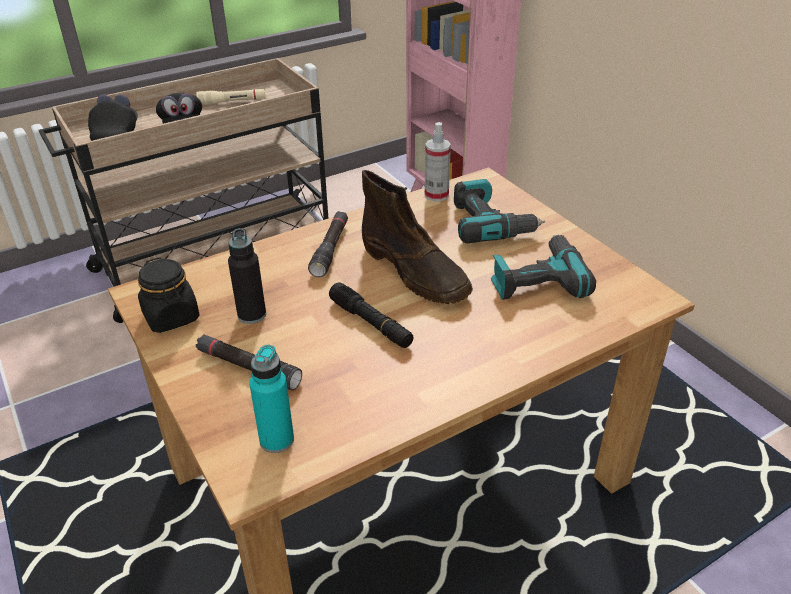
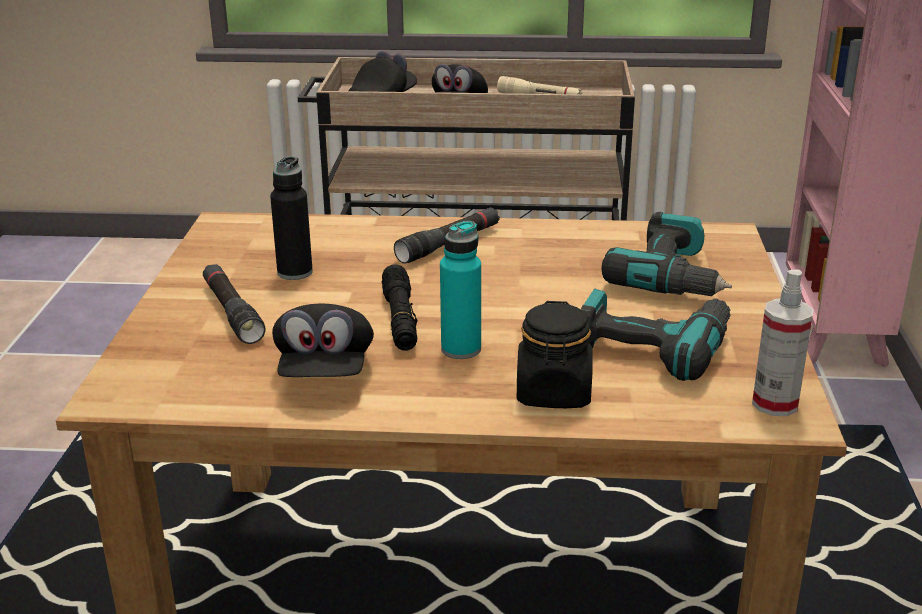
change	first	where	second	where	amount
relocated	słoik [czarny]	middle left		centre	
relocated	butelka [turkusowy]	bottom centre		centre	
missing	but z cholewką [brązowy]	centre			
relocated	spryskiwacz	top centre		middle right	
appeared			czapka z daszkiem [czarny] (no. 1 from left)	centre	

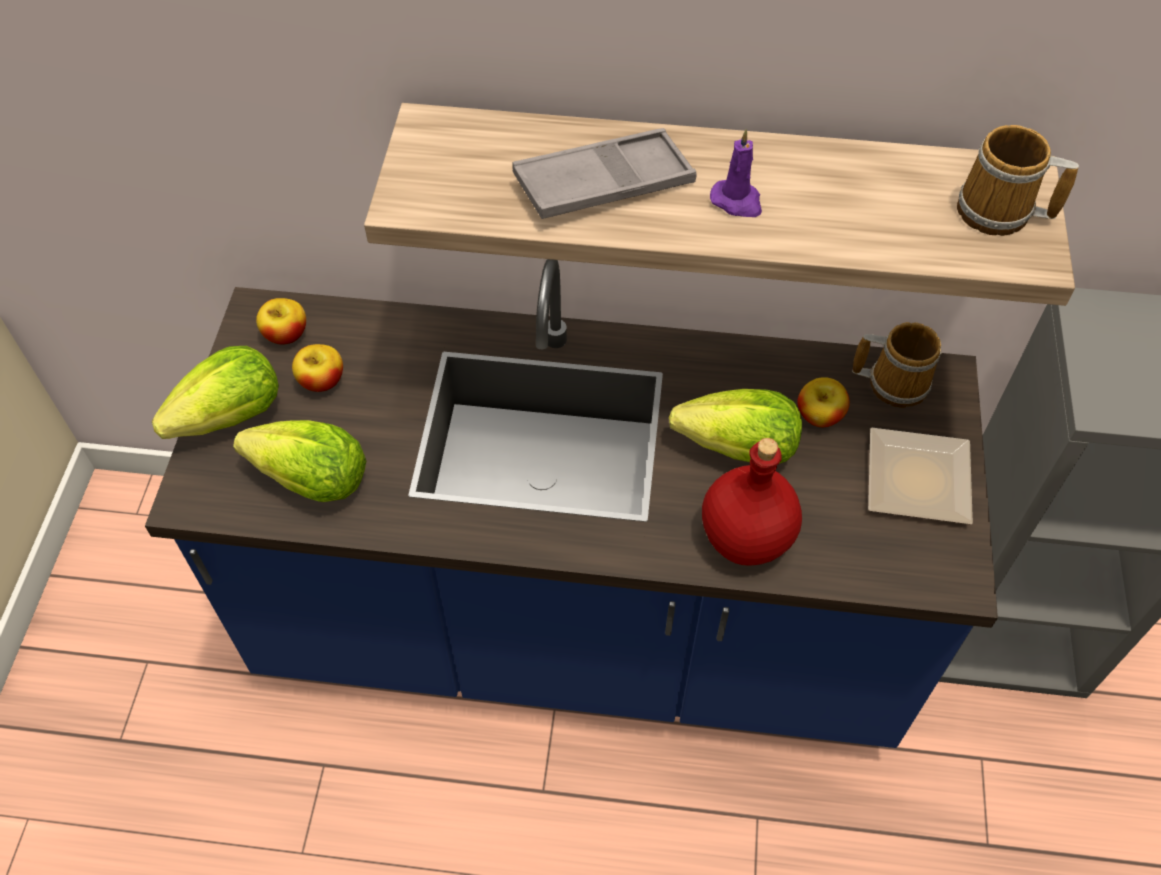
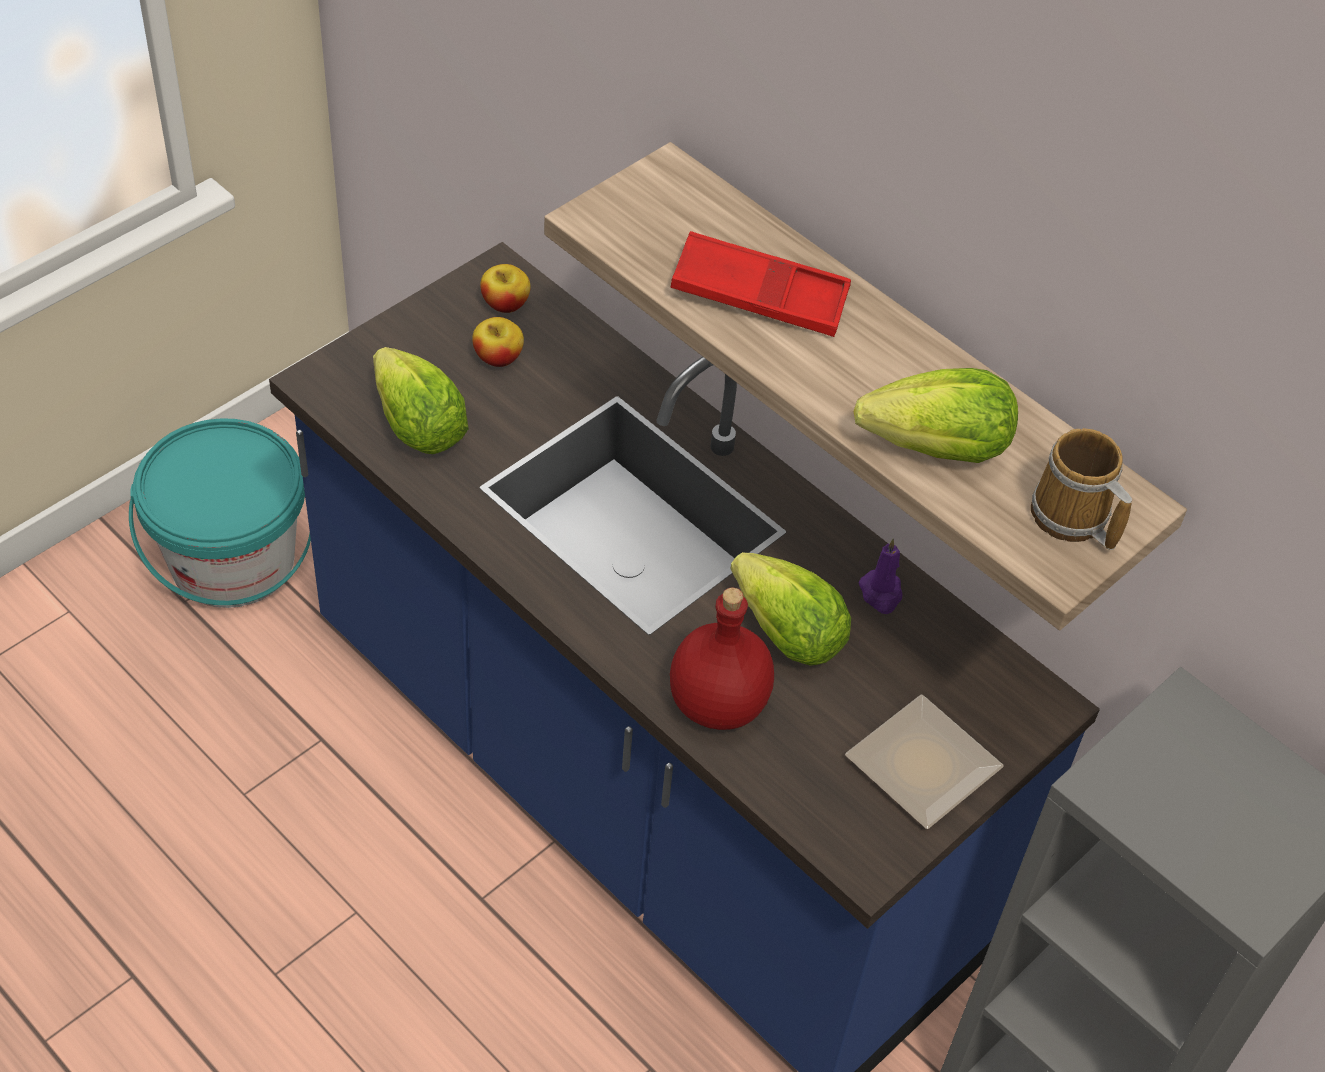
change	first	where	second	where	amount
relocated	sałata (no. 1 from left in the first image)	middle left	sałata (no. 3 from left)	middle right	
colour	taca [szary]	top centre	taca [czerwony]	top centre	
relocated	świeca [fioletowy]	top centre		centre	
missing	jabłko (no. 3 from left)	middle right			
missing	kubek (no. 1 from left)	middle right			
appeared			wiadro [turkusowy]	middle left	

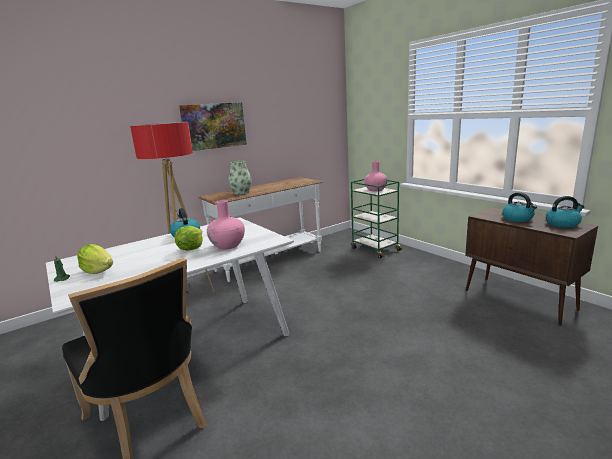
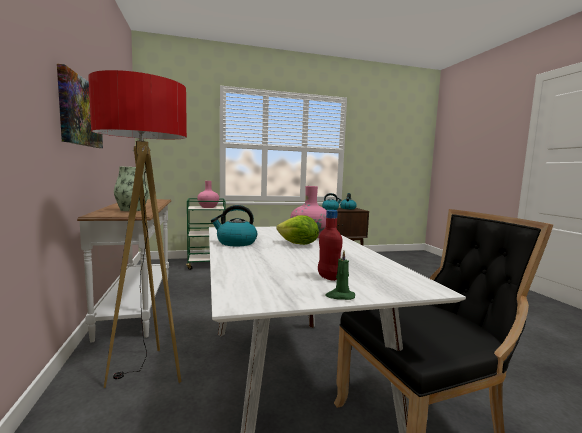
change	first	where	second	where	amount
exchanged	sałata (no. 1 from left)	middle left	butelka [czerwony]	centre	

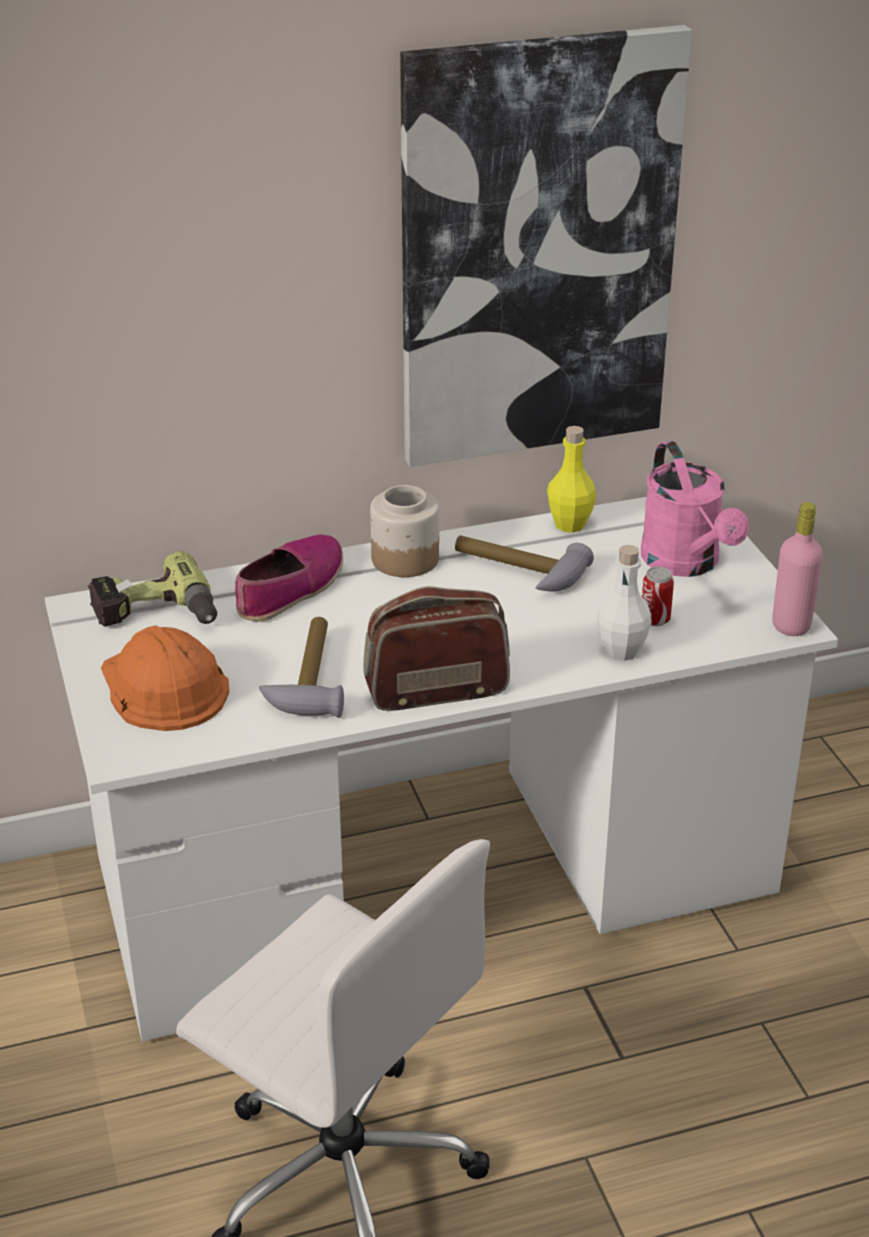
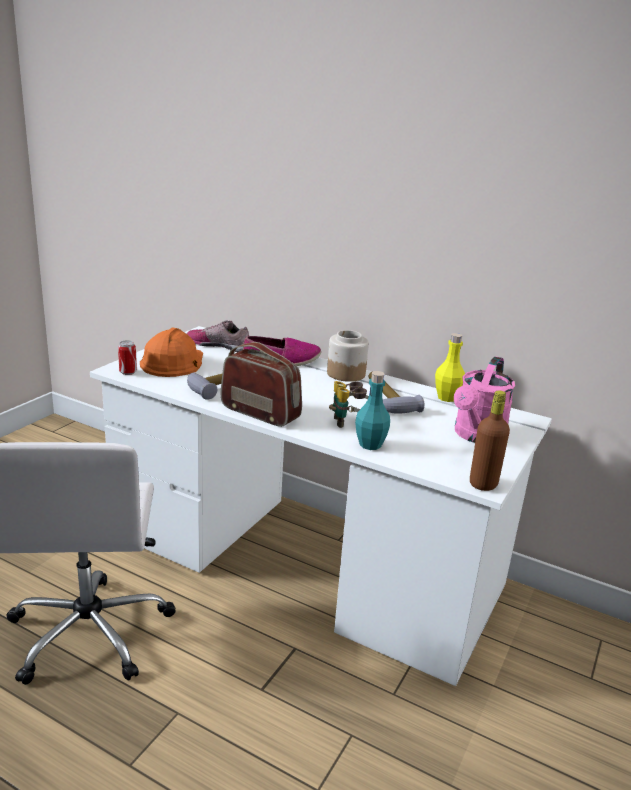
change	first	where	second	where	amount
exchanged	wiertarka	middle left	but (no. 1 from left)	centre	
missing	obraz	top centre			
colour	butelka [biały]	middle right	butelka [turkusowy]	centre	
relocated	puszka	middle right		middle left	
colour	butelka [różowy]	middle right	butelka [brązowy]	middle right	
appeared			lornetka	centre	

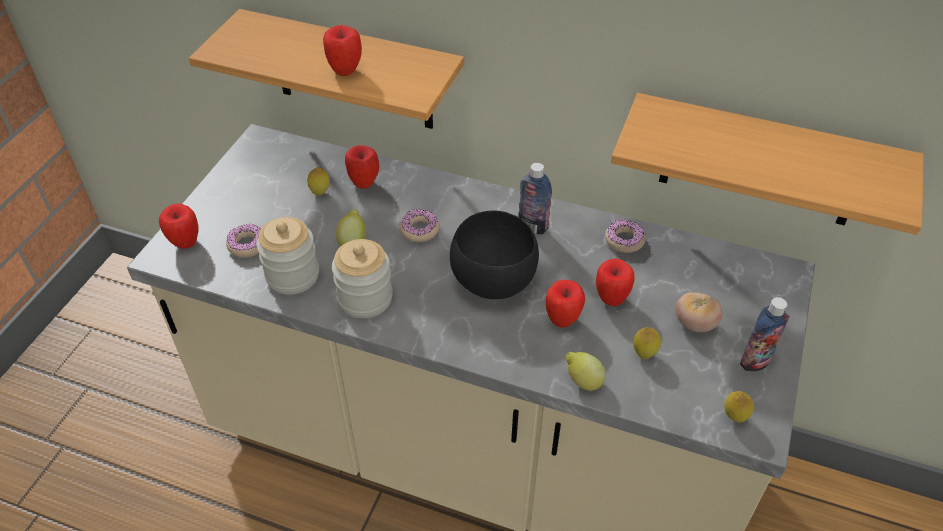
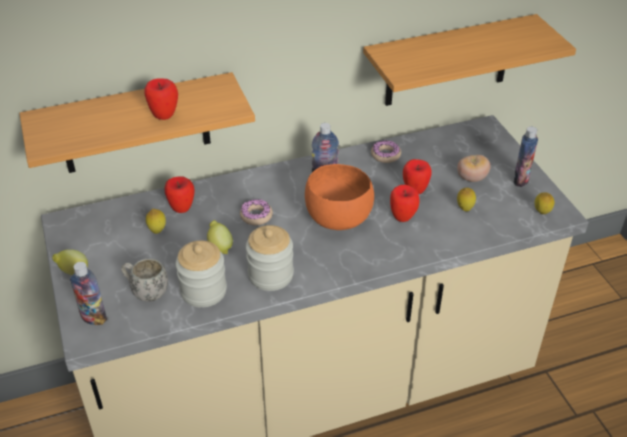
change	first	where	second	where	amount
exchanged	jabłko (no. 1 from left)	middle left	butelka (no. 1 from left)	bottom left	
exchanged	donut (no. 1 from left)	middle left	kubek [biały]	middle left	
colour	miska [czarny]	centre	miska [pomarańczowy]	centre	
relocated	cytryna (no. 3 from left in the first image)	bottom centre	cytryna (no. 1 from left)	middle left	

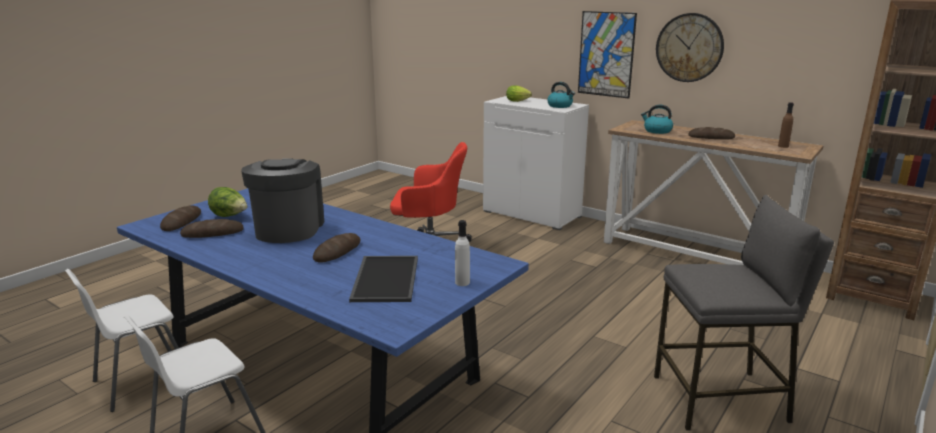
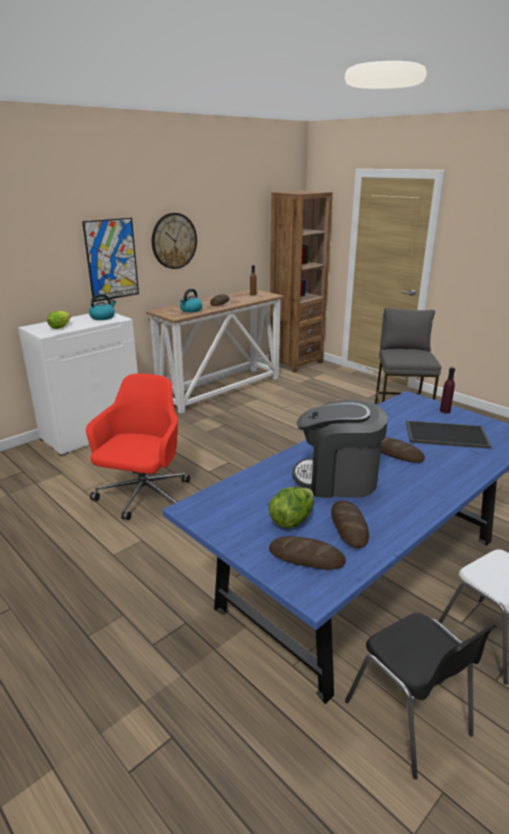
change	first	where	second	where	amount
colour	krzesło [biały] (no. 1 from left)	bottom left	krzesło [czarny]	bottom right	
colour	butelka [biały]	centre	butelka [fioletowy]	middle right	

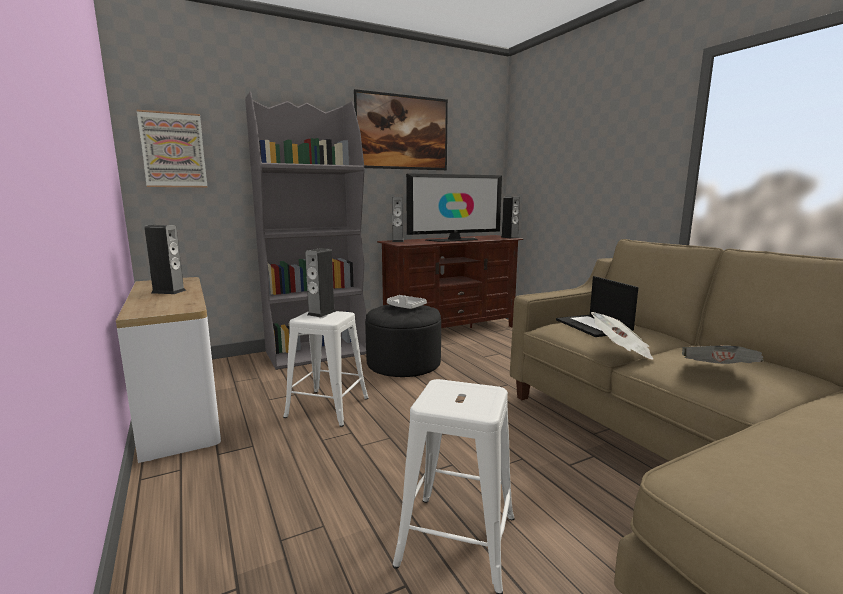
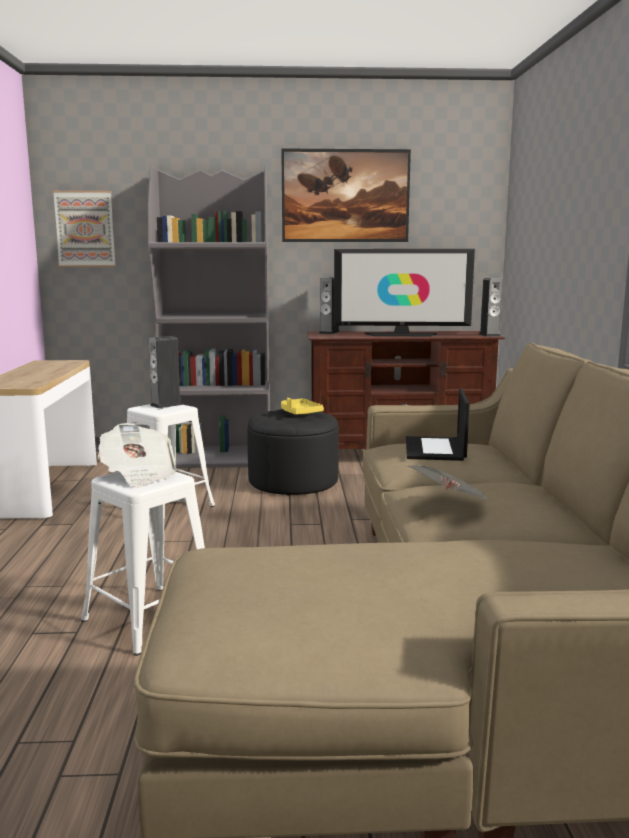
change	first	where	second	where	amount
missing	głośnik (no. 1 from left)	middle left			
colour	taca [szary]	centre	taca [żółty]	centre	
relocated	gazeta (no. 1 from left)	middle right		middle left	

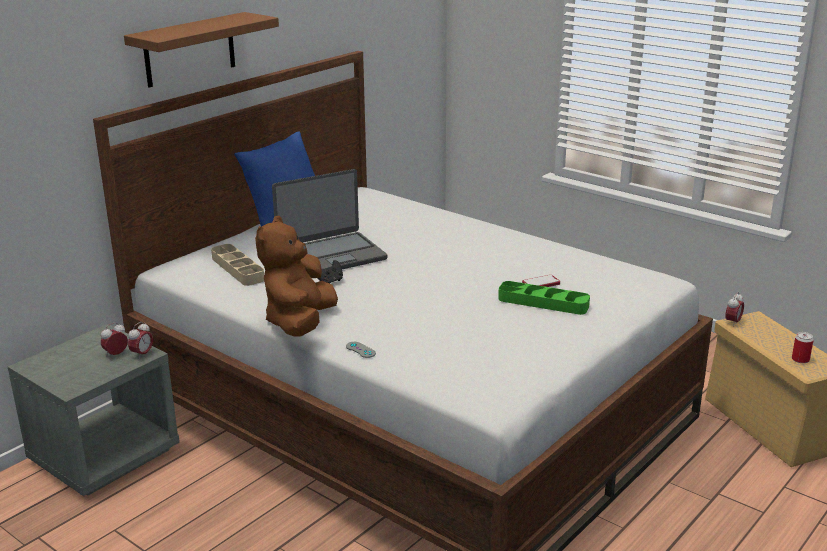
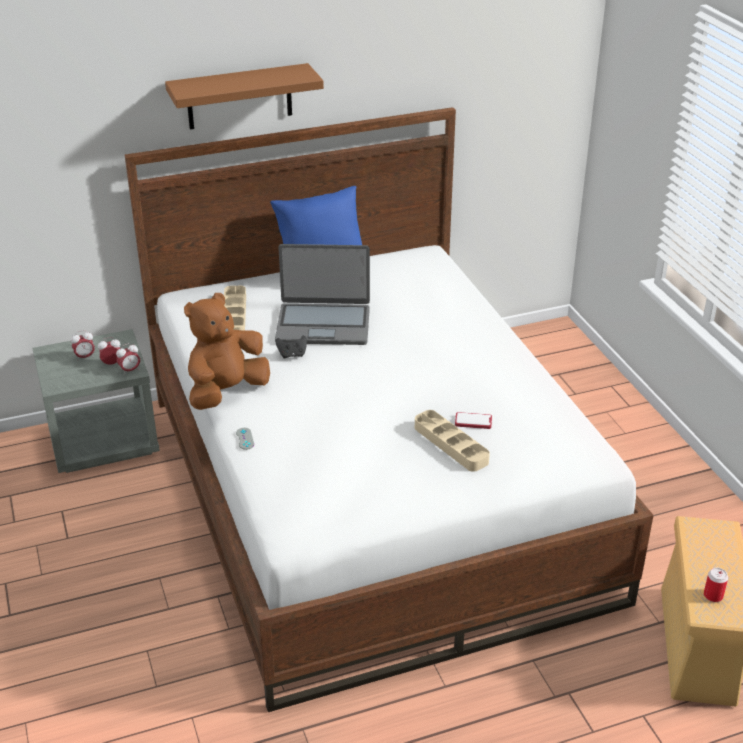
change	first	where	second	where	amount
colour	taca [zielony]	centre	taca [beżowy] (no. 2 from left)	centre	
relocated	budzik (no. 3 from left in the first image)	middle right	budzik (no. 1 from left)	middle left	

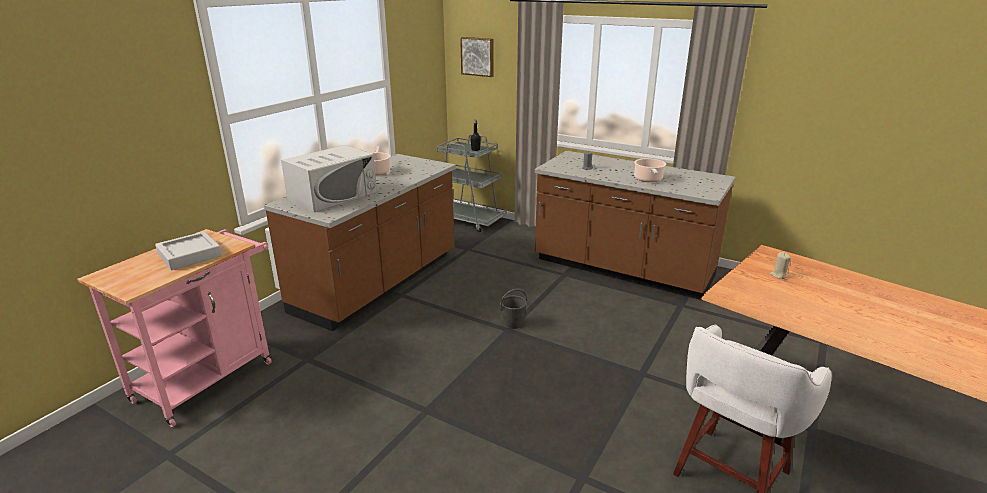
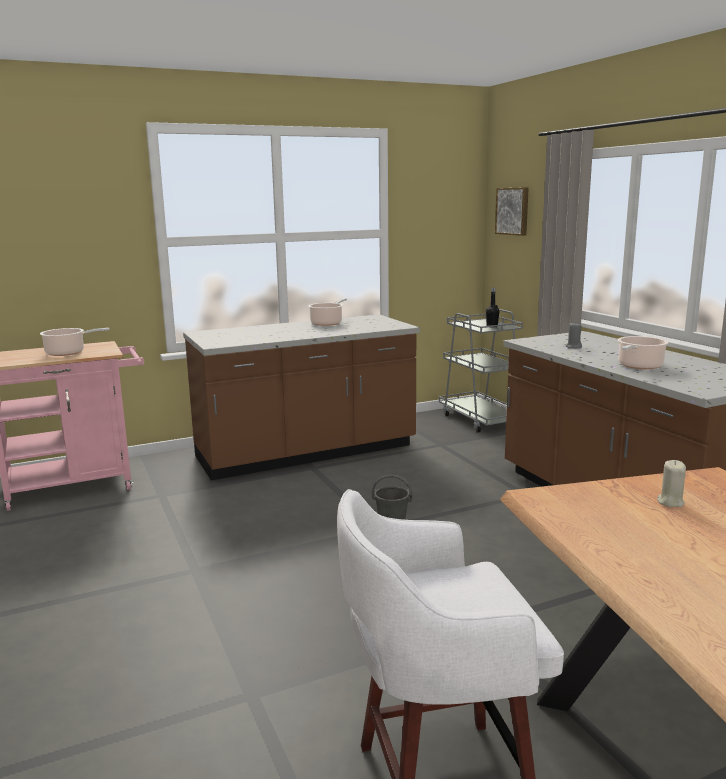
change	first	where	second	where	amount
exchanged	taca [szary]	middle left	garnek (no. 1 from left)	middle left	
missing	mikrofalówka [biały]	centre			

